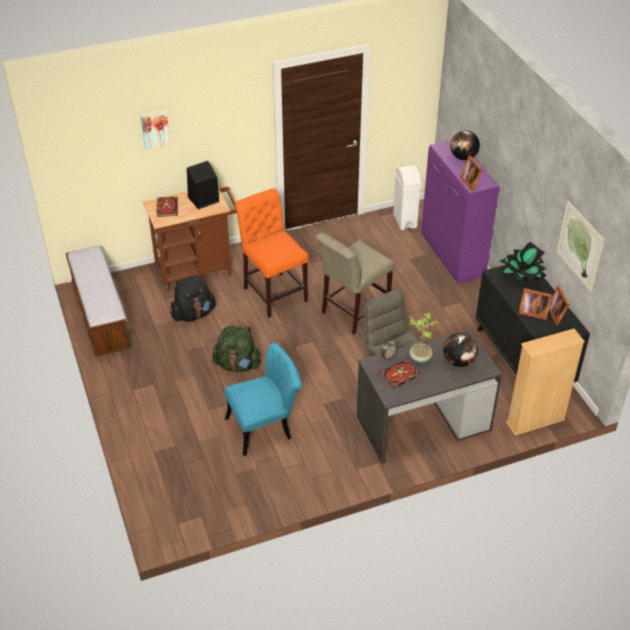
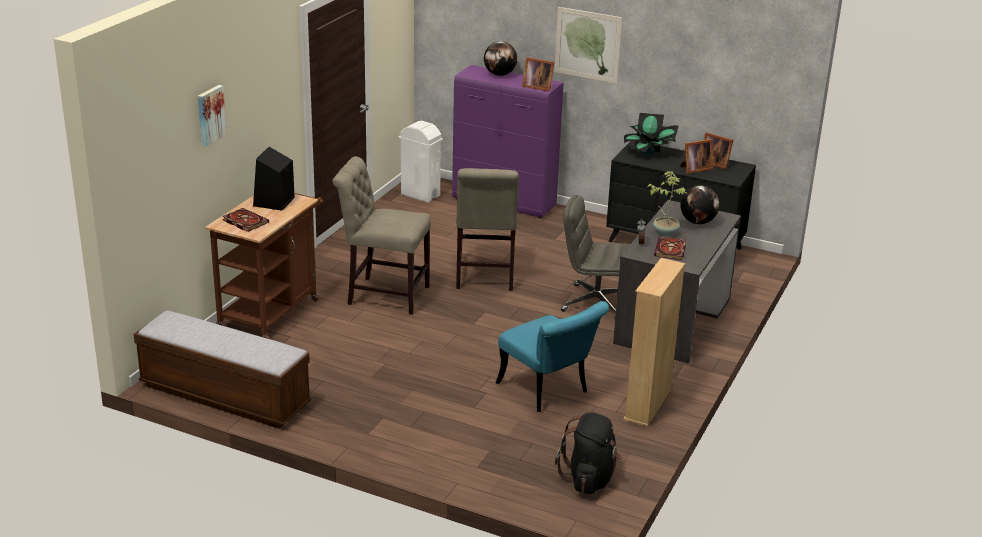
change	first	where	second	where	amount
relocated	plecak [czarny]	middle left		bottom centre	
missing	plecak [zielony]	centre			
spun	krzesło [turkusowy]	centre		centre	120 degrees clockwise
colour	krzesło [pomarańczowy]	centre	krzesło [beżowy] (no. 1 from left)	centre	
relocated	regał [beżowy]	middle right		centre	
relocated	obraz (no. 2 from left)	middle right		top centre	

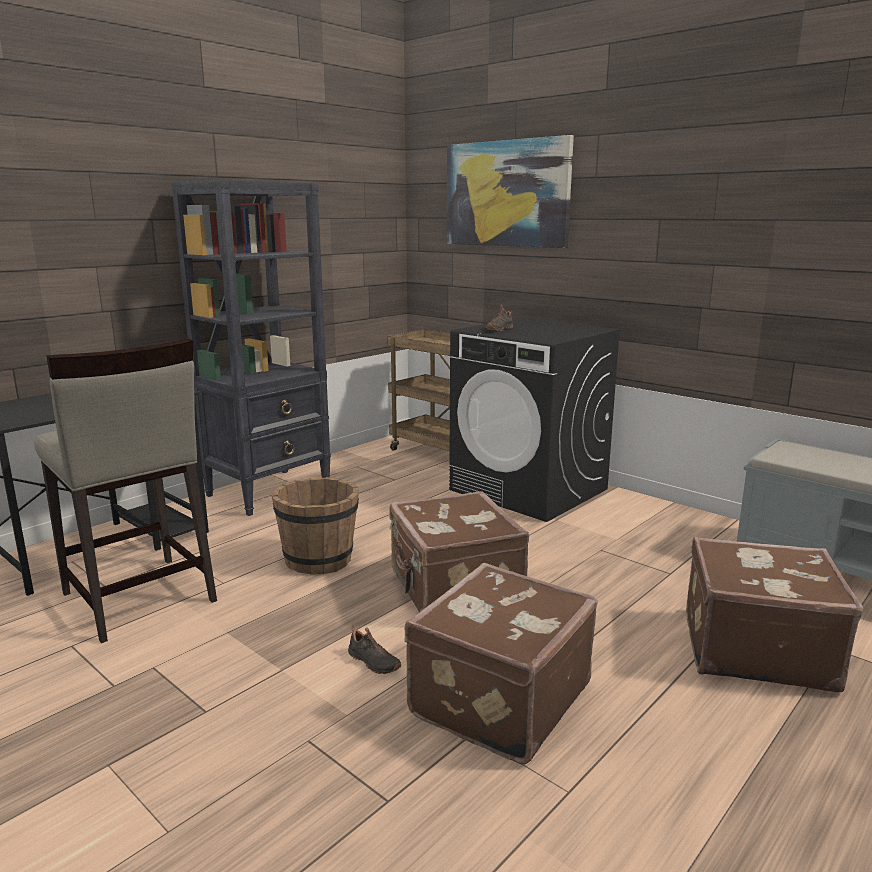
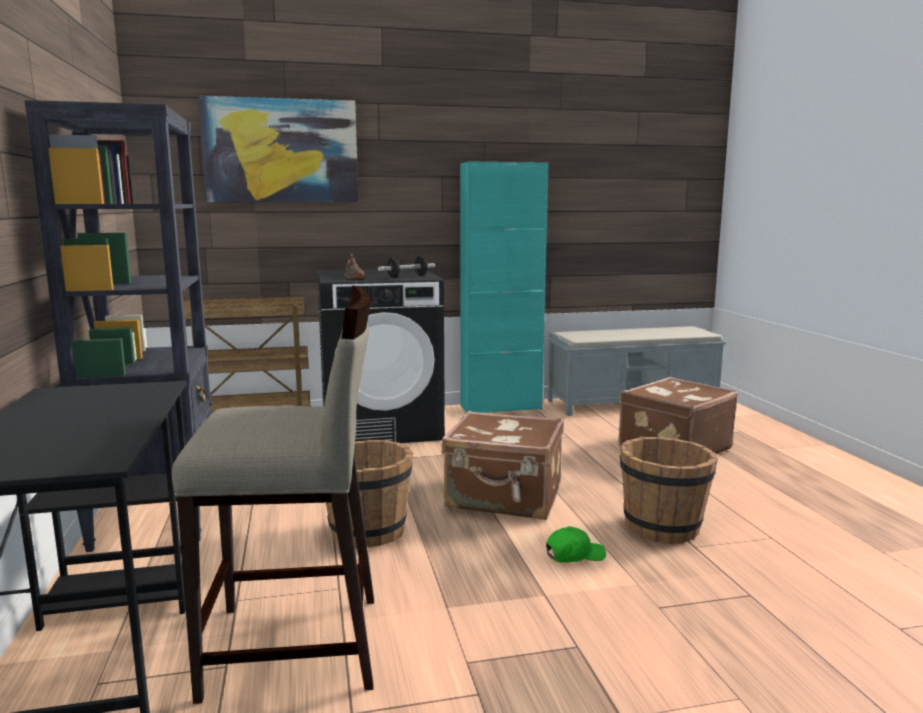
change	first	where	second	where	amount
exchanged	but [czarny] (no. 1 from left)	bottom centre	czapka z daszkiem [zielony]	bottom centre	
exchanged	walizka [brązowy] (no. 2 from left)	bottom centre	wiadro [brązowy] (no. 2 from left)	bottom right	
appeared			hantel	centre	
appeared			szafka [turkusowy]	centre	

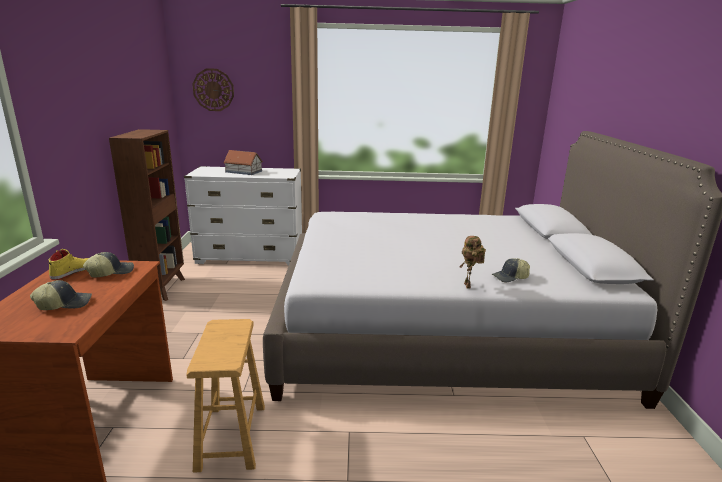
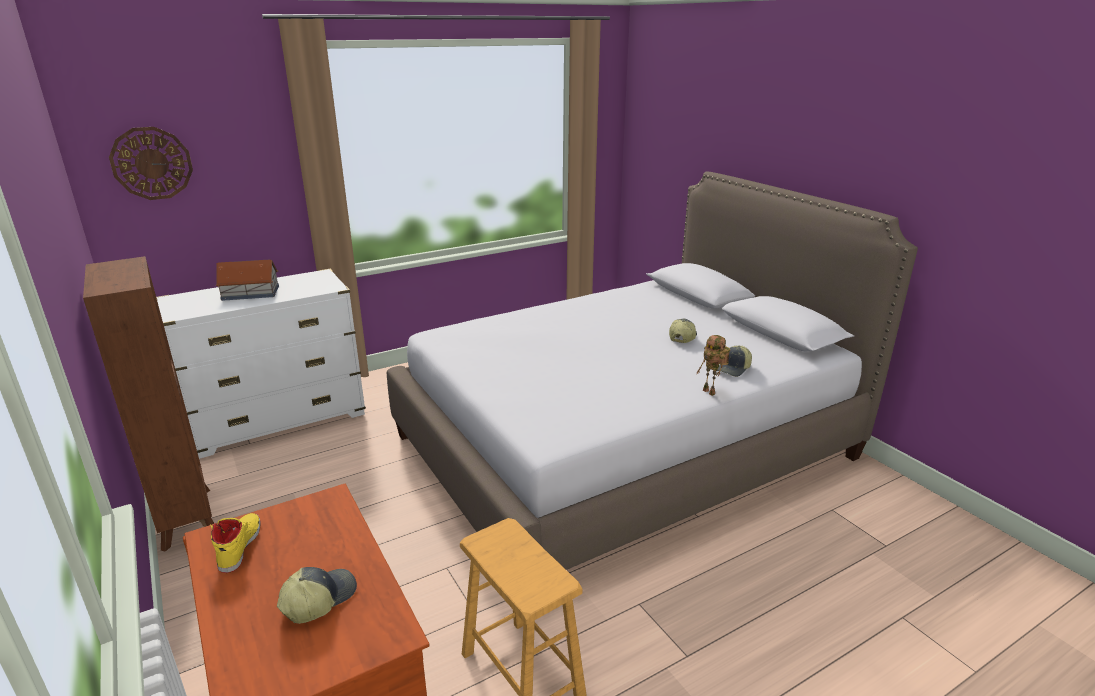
change	first	where	second	where	amount
relocated	czapka z daszkiem (no. 2 from left)	middle left		centre	

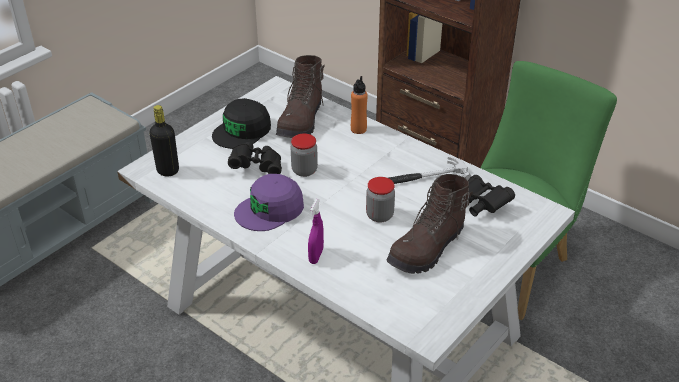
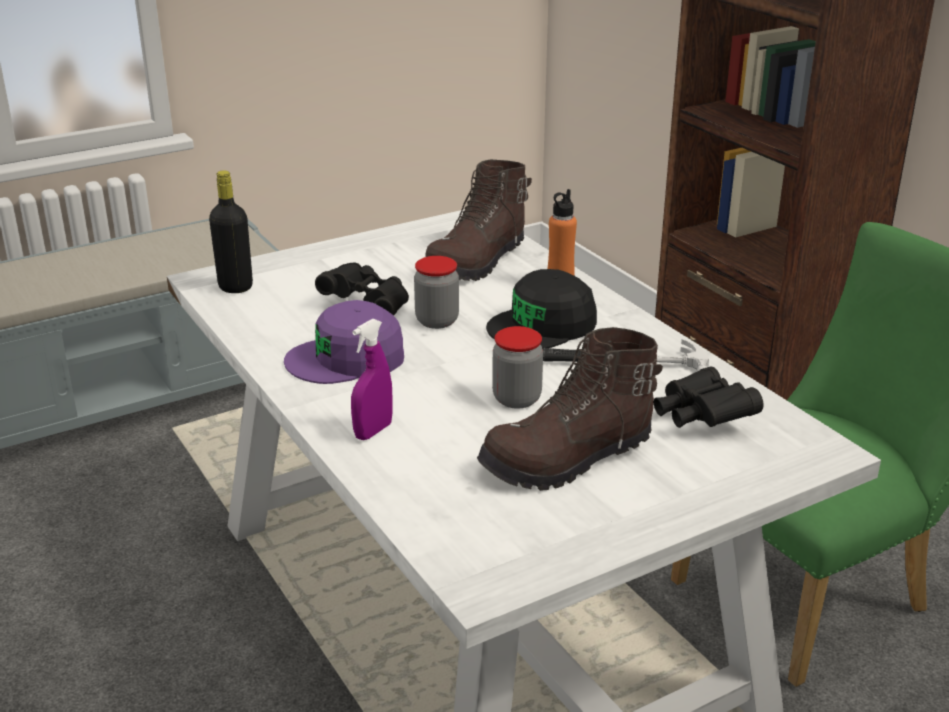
change	first	where	second	where	amount
relocated	czapka z daszkiem [czarny]	top centre		centre	

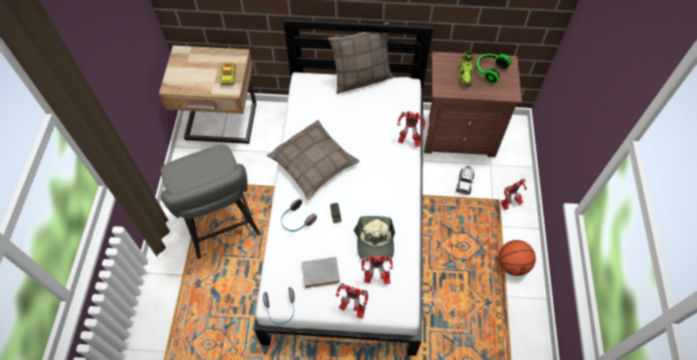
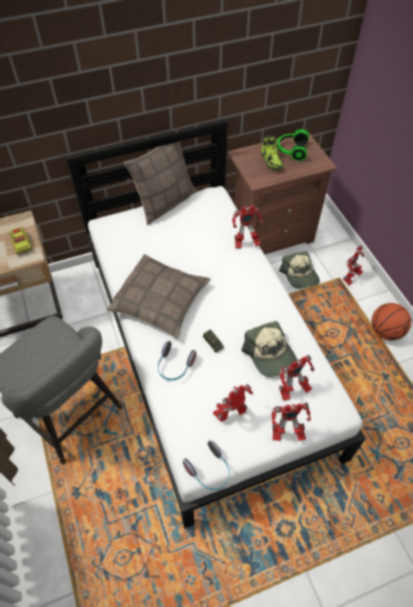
change	first	where	second	where	amount
exchanged	książka [szary]	bottom centre	robot zabawkowy (no. 1 from left)	centre	
exchanged	samochodzik (no. 2 from left)	middle right	czapka z daszkiem (no. 2 from left)	middle right	

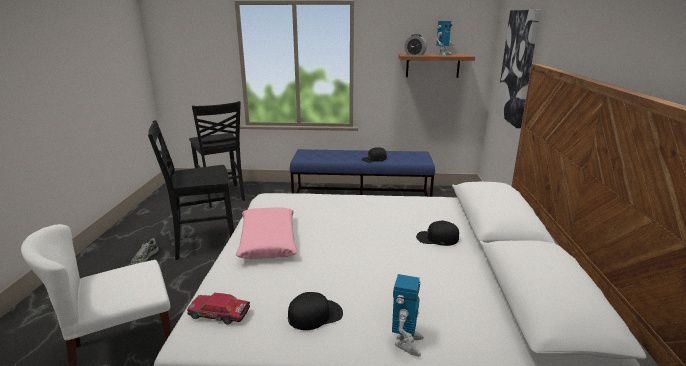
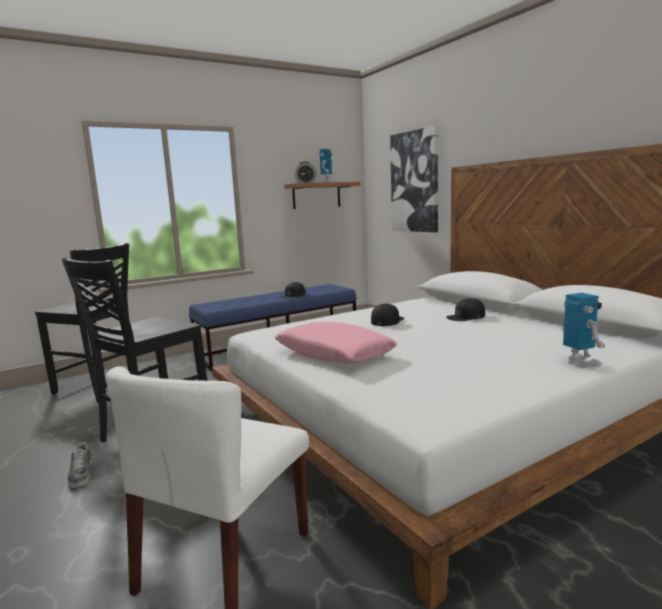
change	first	where	second	where	amount
missing	samochodzik	bottom left			
relocated	czapka z daszkiem [czarny] (no. 1 from left in the first image)	bottom centre	czapka z daszkiem [czarny] (no. 2 from left)	centre	

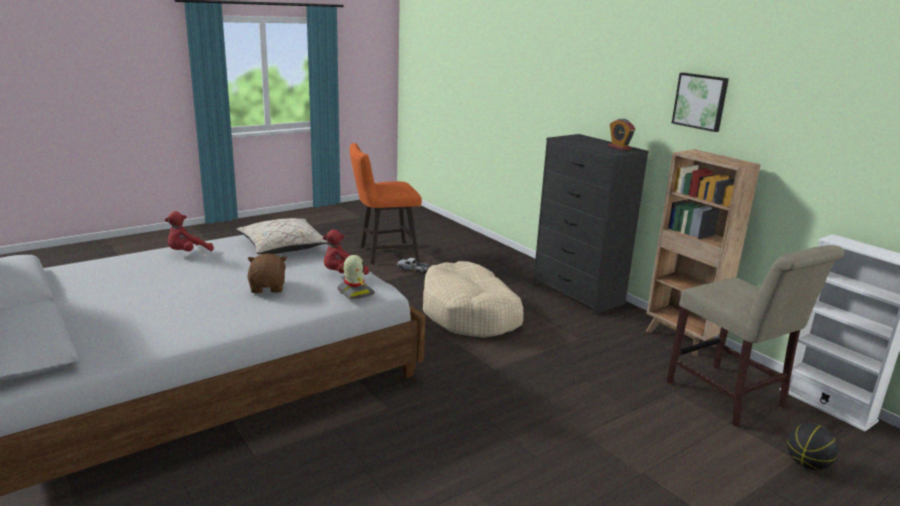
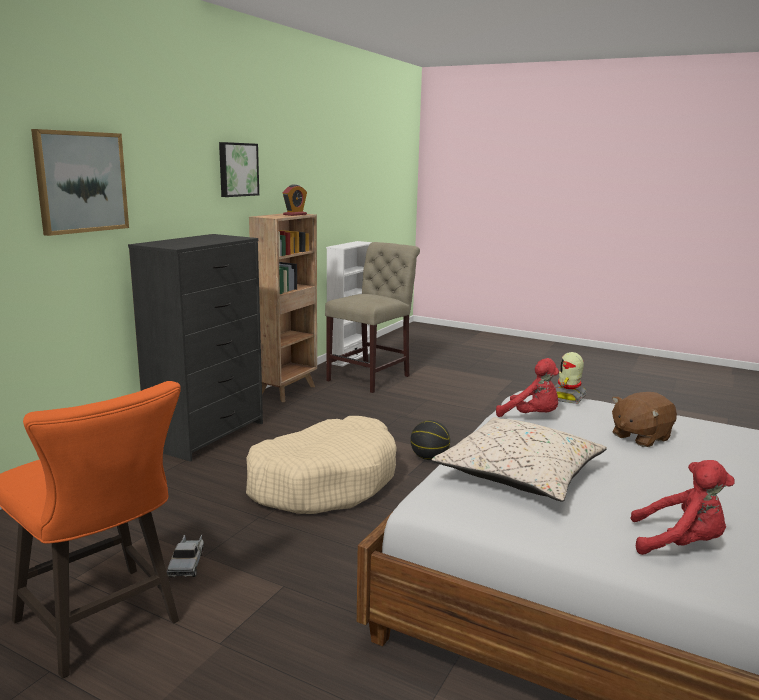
change	first	where	second	where	amount
relocated	budzik	top right		top centre	
relocated	piłka do koszykówki	bottom right		centre	
appeared			obraz (no. 1 from left)	top left	

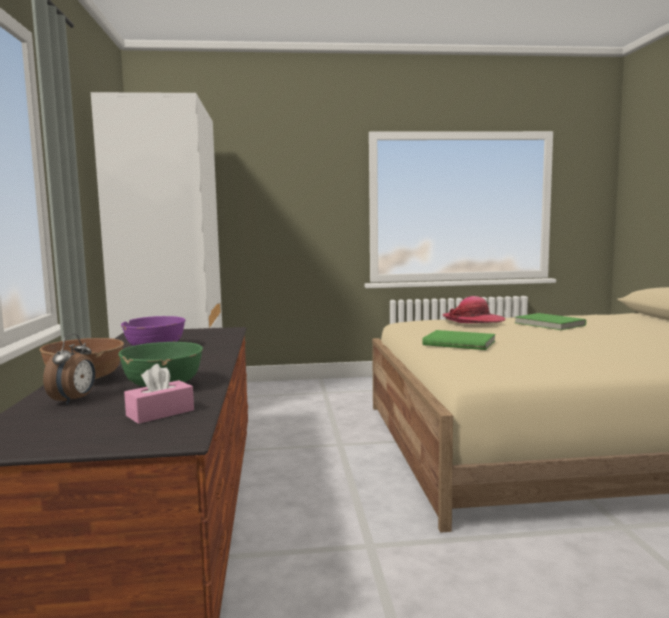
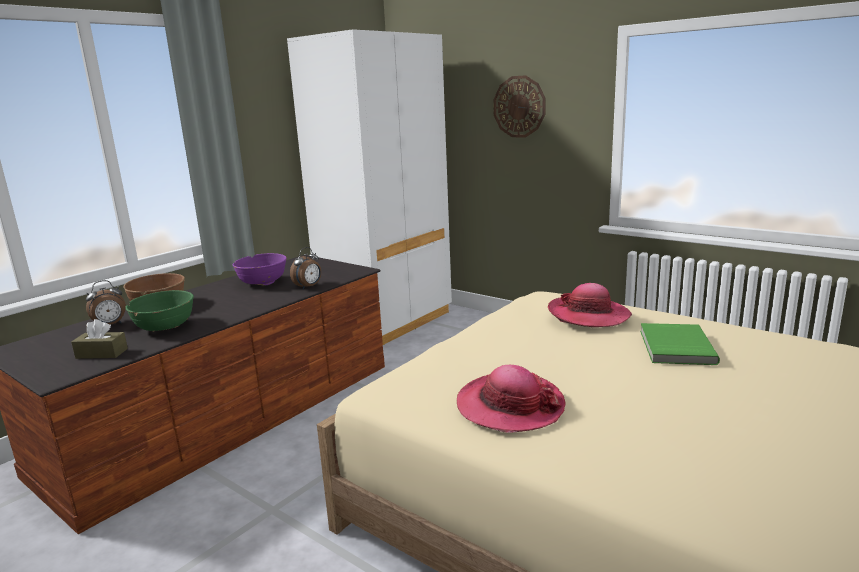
change	first	where	second	where	amount
colour	pudełko chusteczek [różowy]	middle left	pudełko chusteczek [brązowy]	middle left	
missing	książka [zielony] (no. 1 from left)	middle right			
appeared			budzik (no. 2 from left)	centre	
appeared			kapelusz (no. 1 from left)	bottom centre	
appeared			zegar ścienny	top centre	

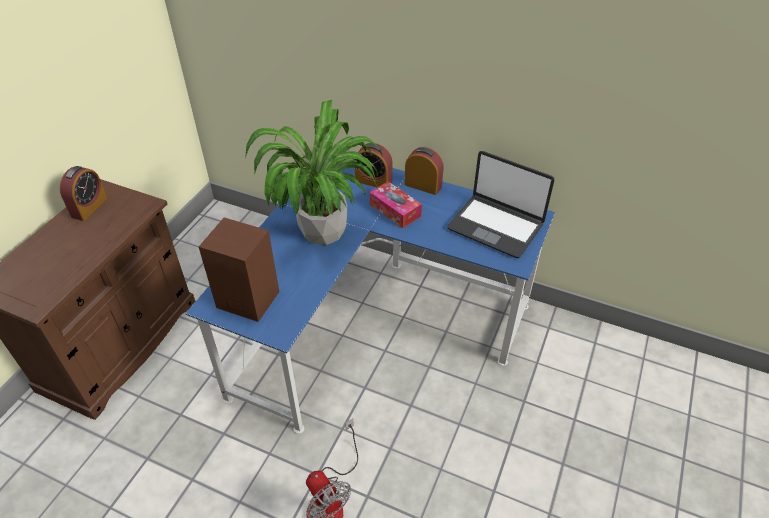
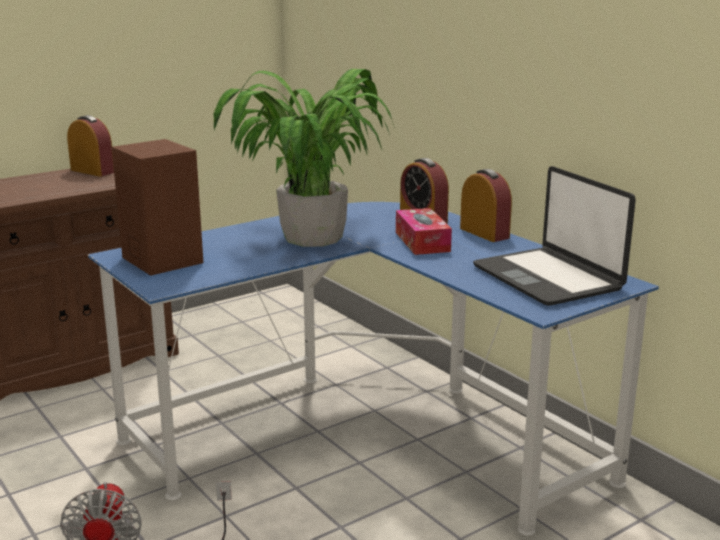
change	first	where	second	where	amount
spun	budzik (no. 1 from left)	middle left		top left	105 degrees counterclockwise

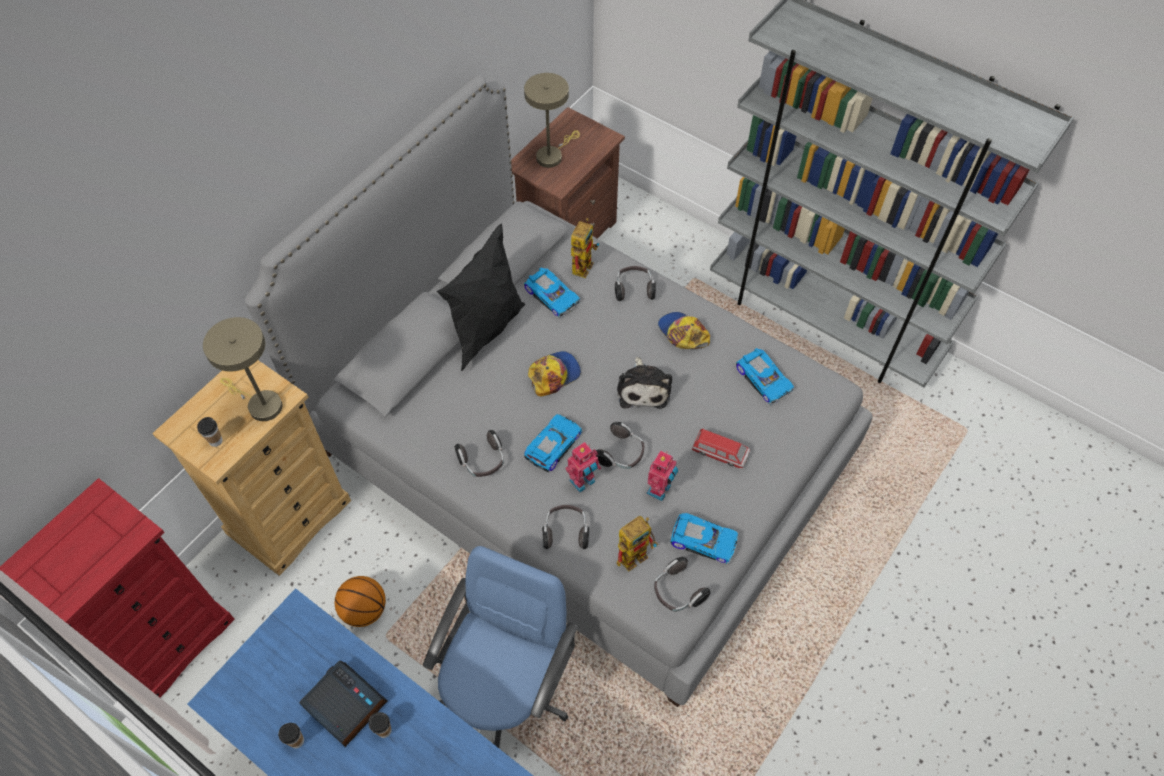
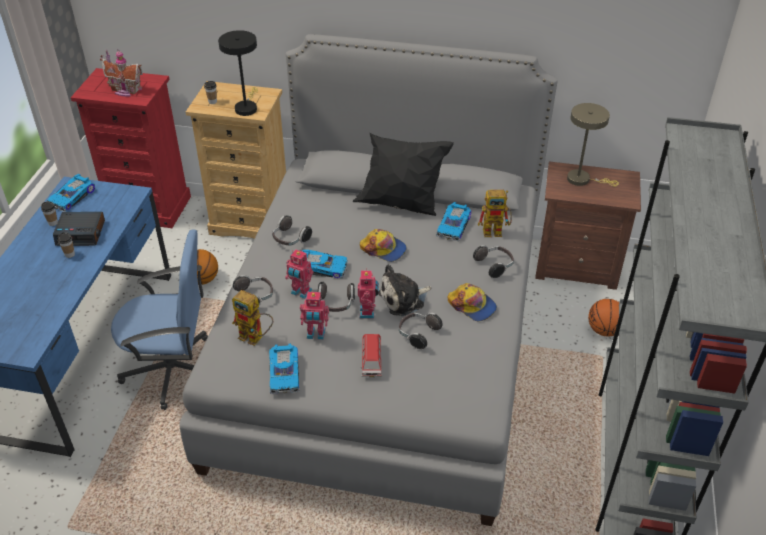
change	first	where	second	where	amount
colour	lampa stołowa [beżowy] (no. 1 from left)	middle left	lampa stołowa [czarny]	top left	
spun	budzik	bottom left		middle left	75 degrees clockwise
relocated	słuchawki (no. 5 from left in the first image)	bottom centre	słuchawki (no. 4 from left)	centre	
spun	czapka z daszkiem (no. 2 from left)	centre		centre	105 degrees clockwise
relocated	samochodzik (no. 5 from left in the first image)	centre	samochodzik (no. 1 from left)	middle left	
appeared			domek	top left	
appeared			robot zabawkowy (no. 4 from left)	centre	
appeared			piłka do koszykówki (no. 2 from left)	middle right	

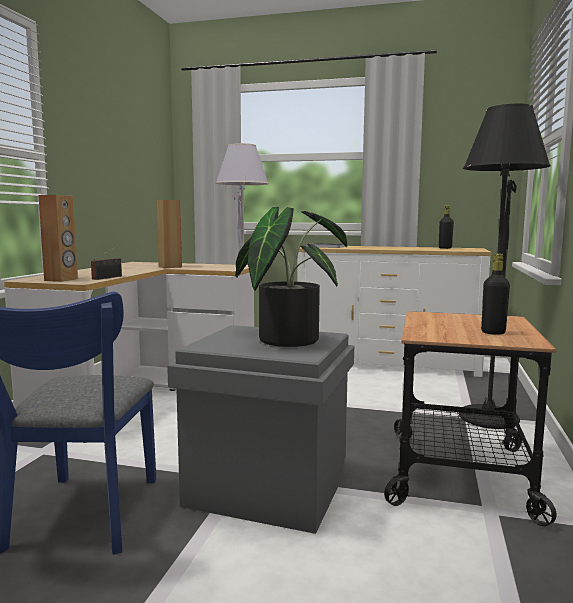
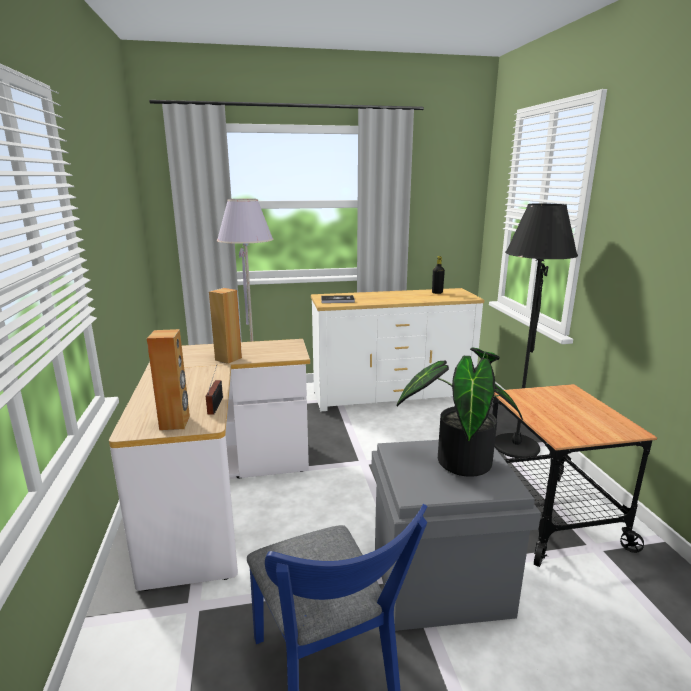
change	first	where	second	where	amount
missing	butelka [czarny] (no. 2 from left)	middle right			

